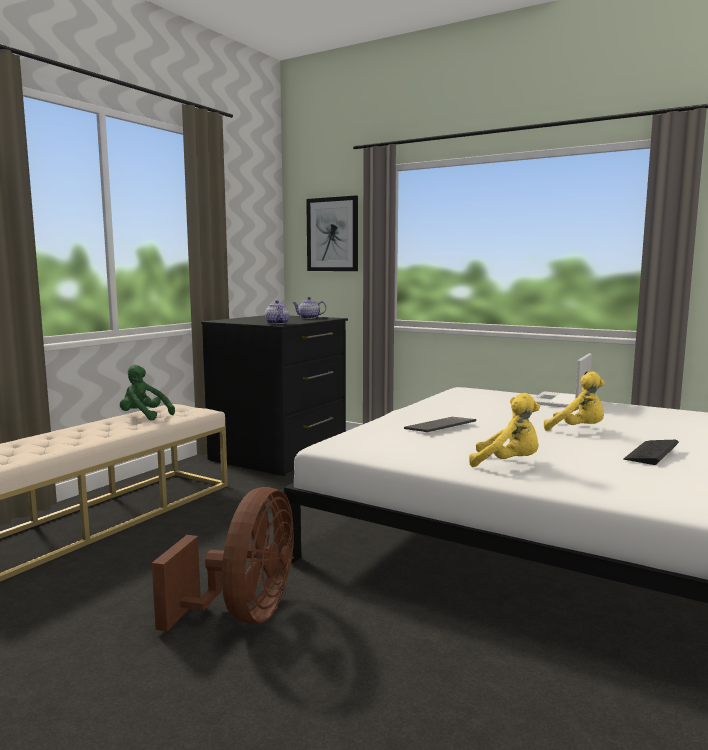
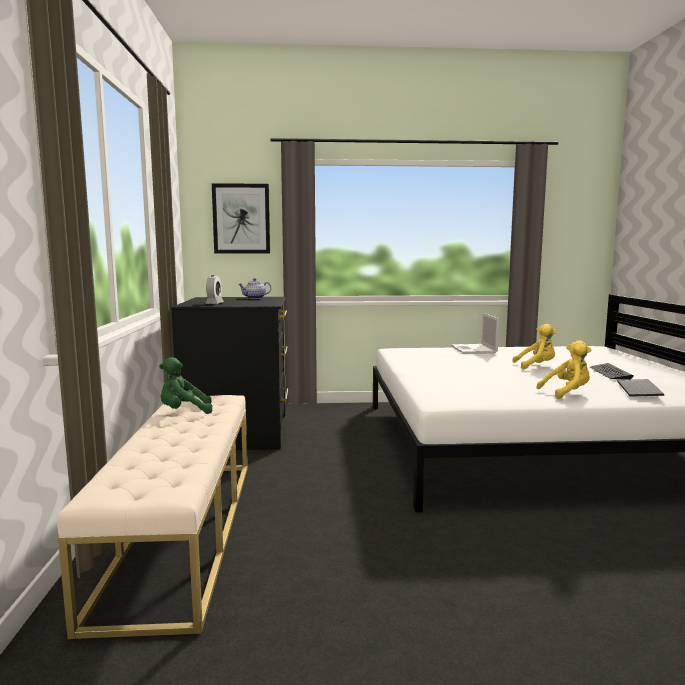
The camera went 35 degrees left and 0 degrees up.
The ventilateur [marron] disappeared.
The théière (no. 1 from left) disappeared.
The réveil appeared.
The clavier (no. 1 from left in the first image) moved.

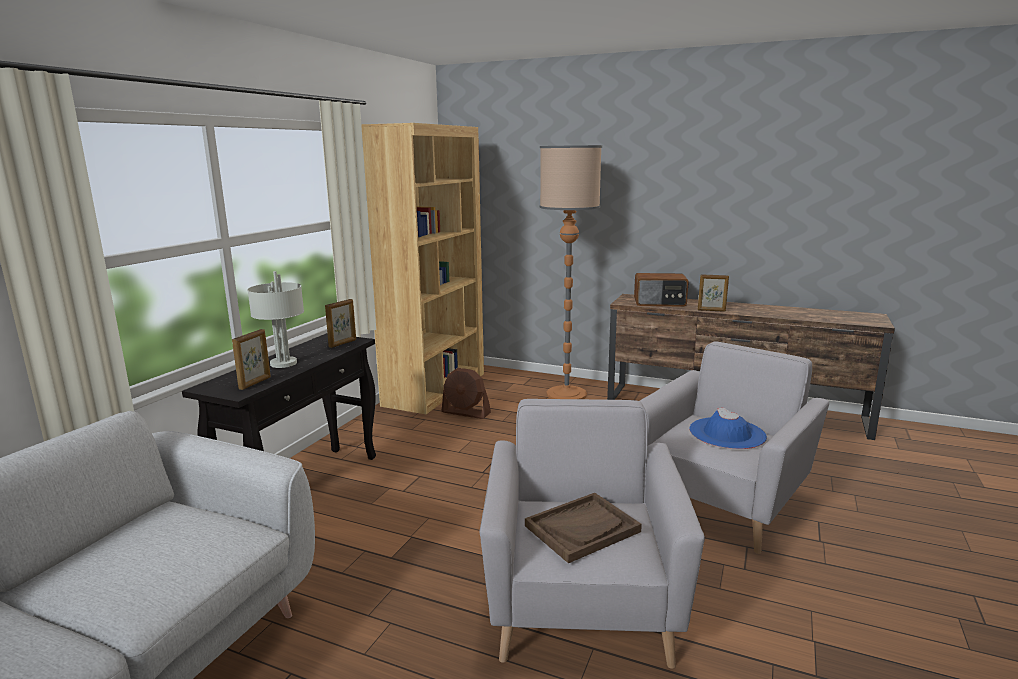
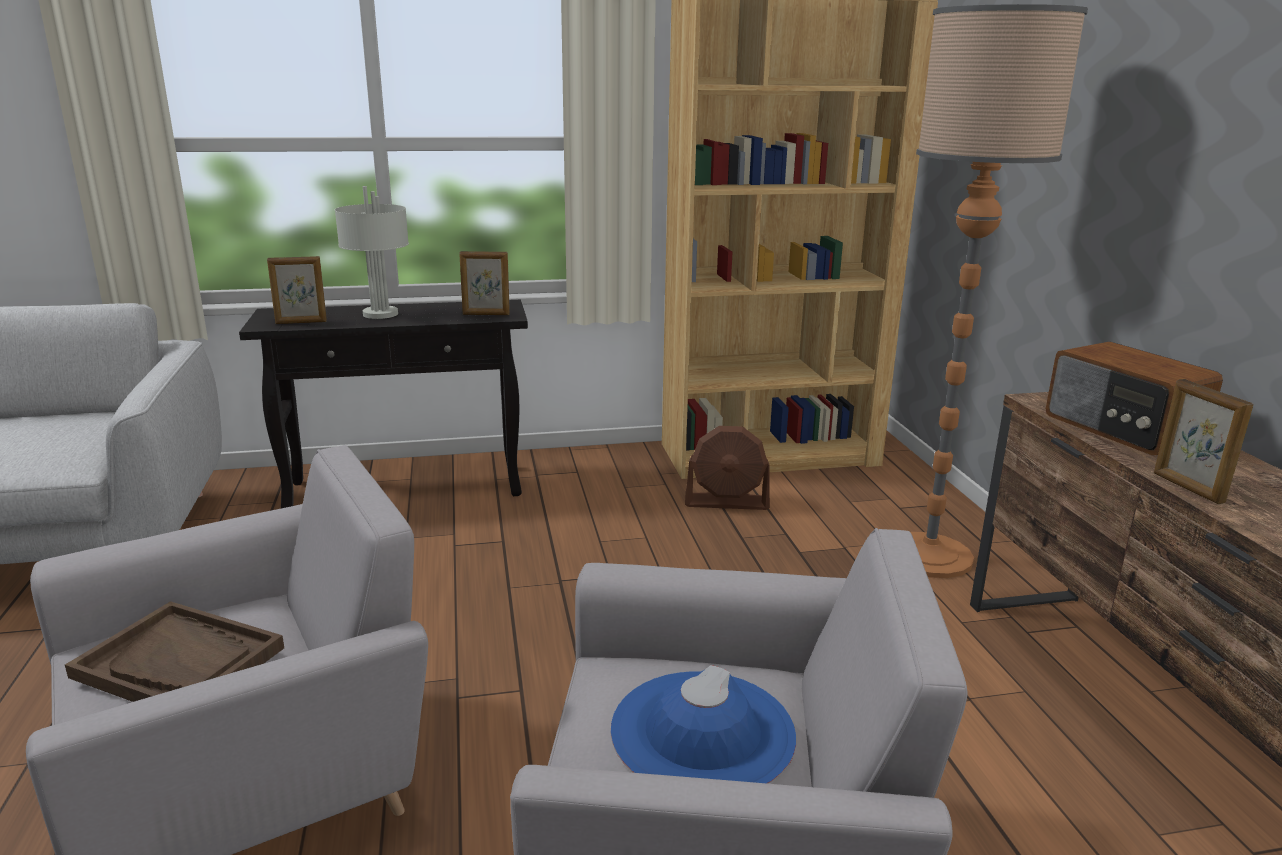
The camera went 55 degrees right and 5 degrees up.
The ventilateur [marron] turned 75 degrees counterclockwise.

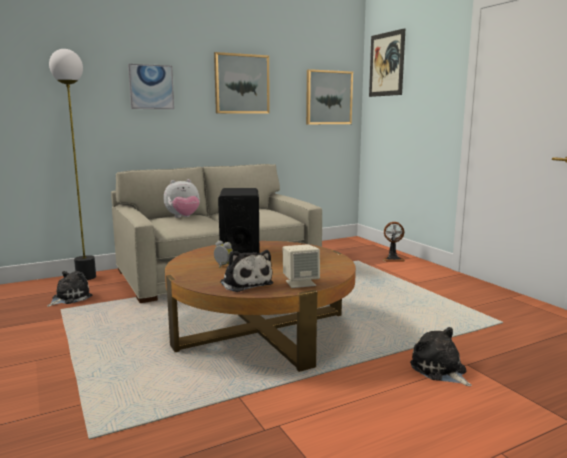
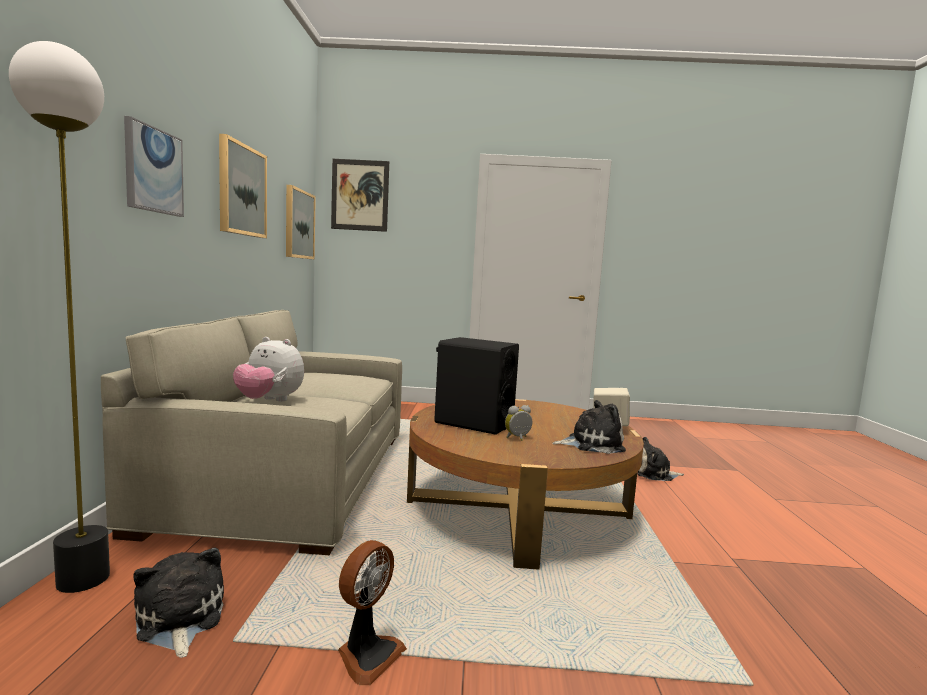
The camera went 60 degrees left and 5 degrees down.
The ventilateur moved.
The peluche (no. 2 from left) turned 105 degrees clockwise.

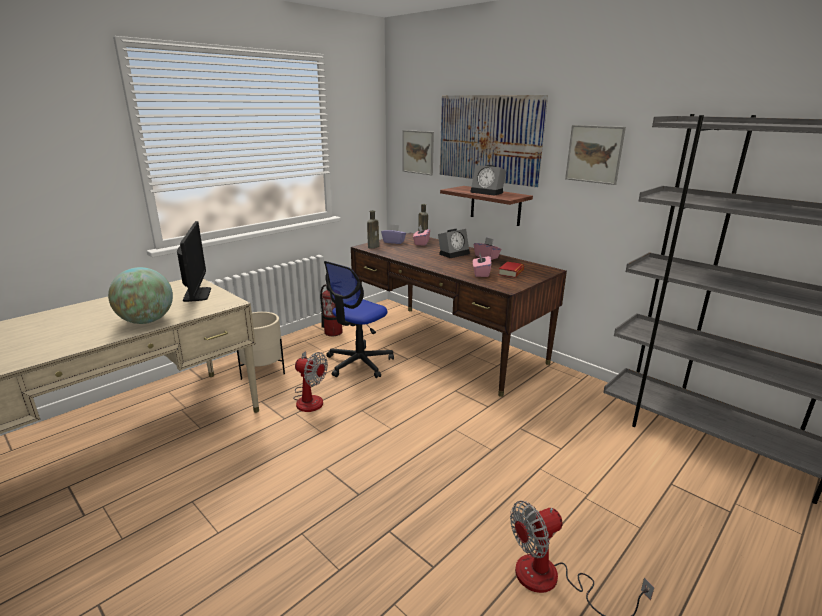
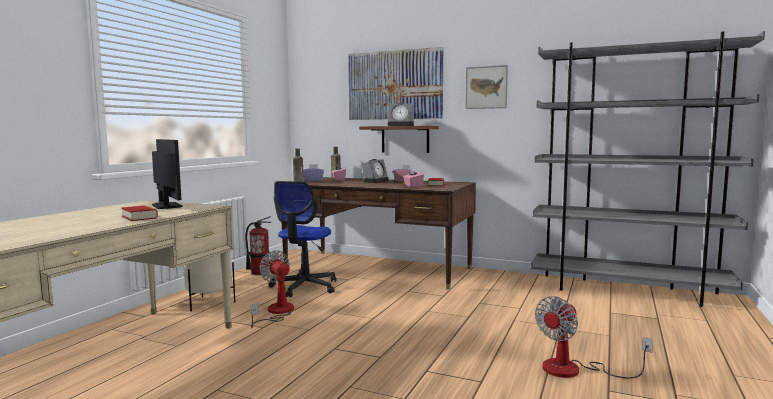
The camera went 20 degrees left and 15 degrees down.
The tableau (no. 1 from left) disappeared.
The globe was replaced by the livre (no. 1 from left).
The ventilateur (no. 1 from left) turned 135 degrees counterclockwise.

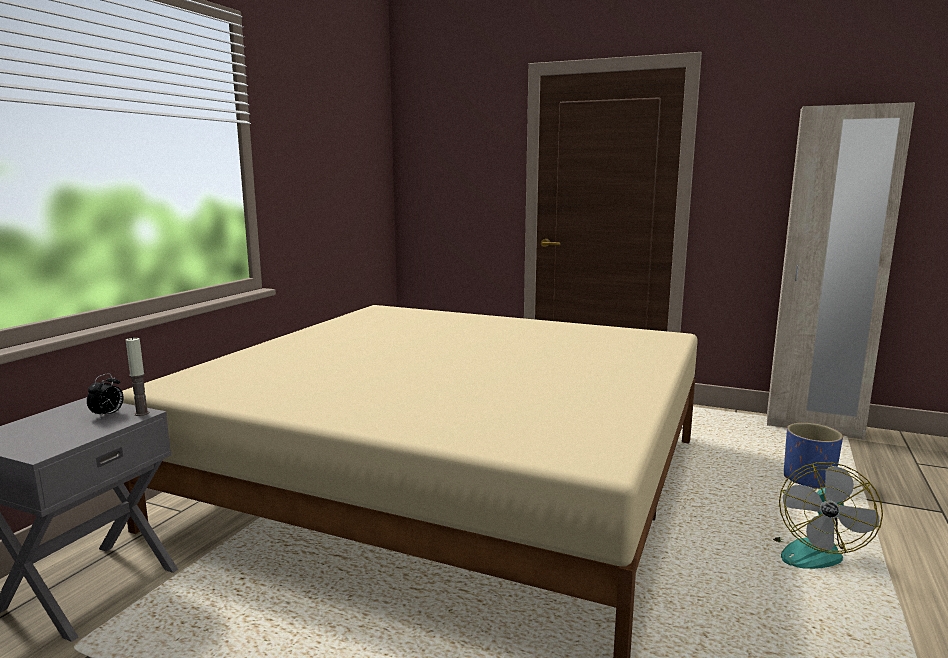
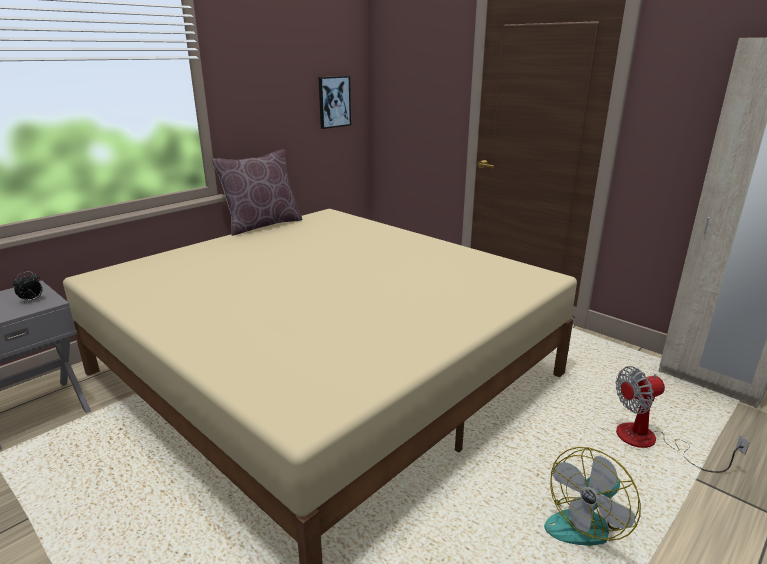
The camera went 20 degrees right and 10 degrees up.
The bougie disappeared.
The coussin [marron] appeared.
The tableau appeared.
The cache-pot [bleu] was replaced by the ventilateur (no. 2 from left).

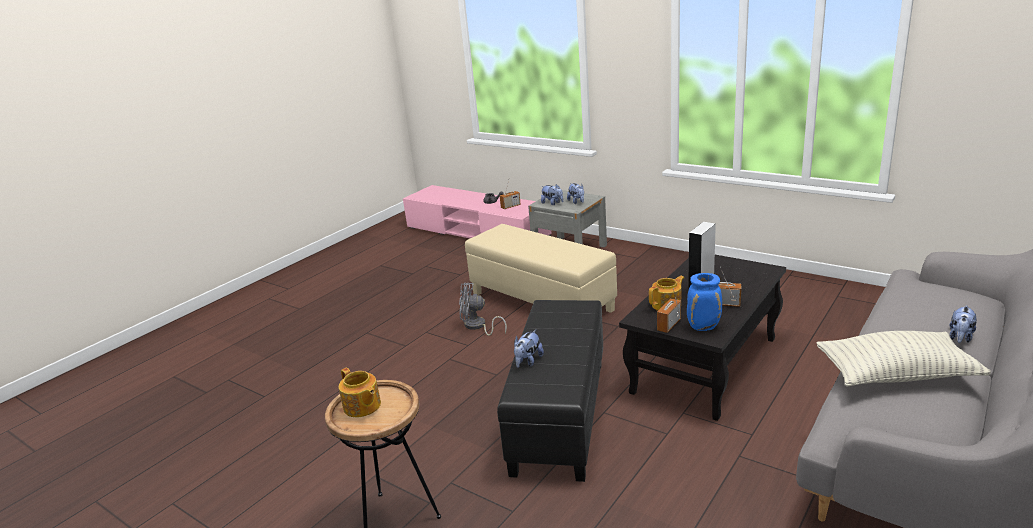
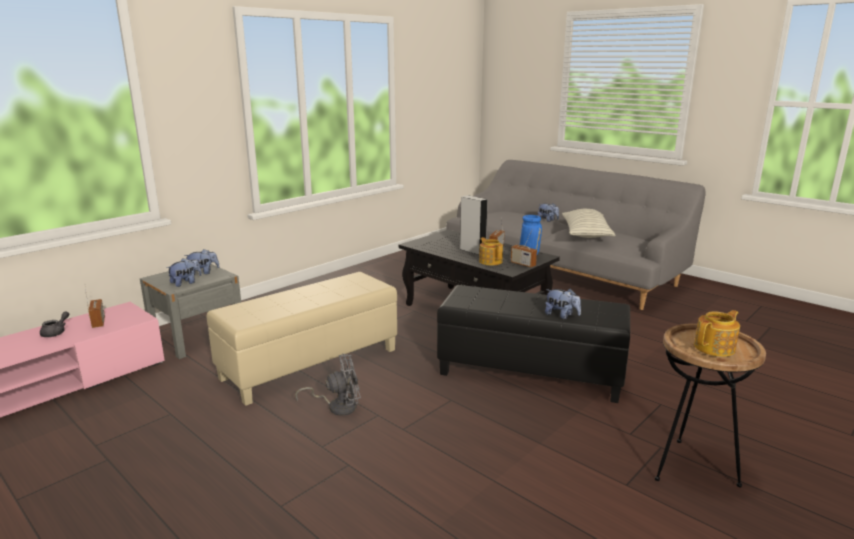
The camera went 85 degrees left and 5 degrees down.
The ventilateur [gris] turned 120 degrees counterclockwise.

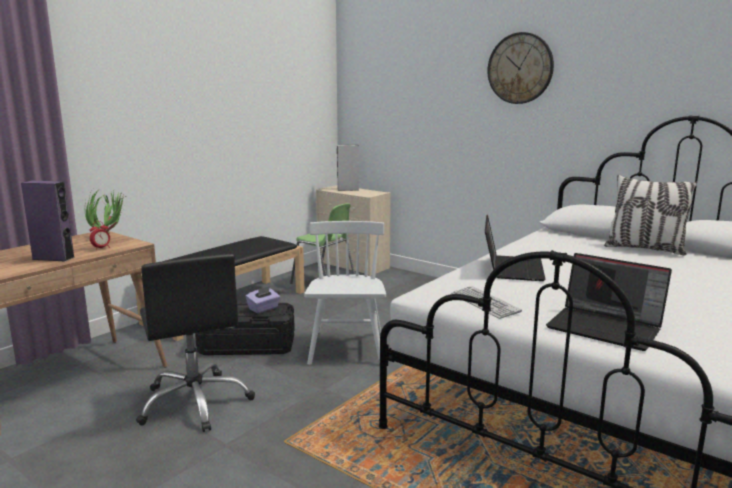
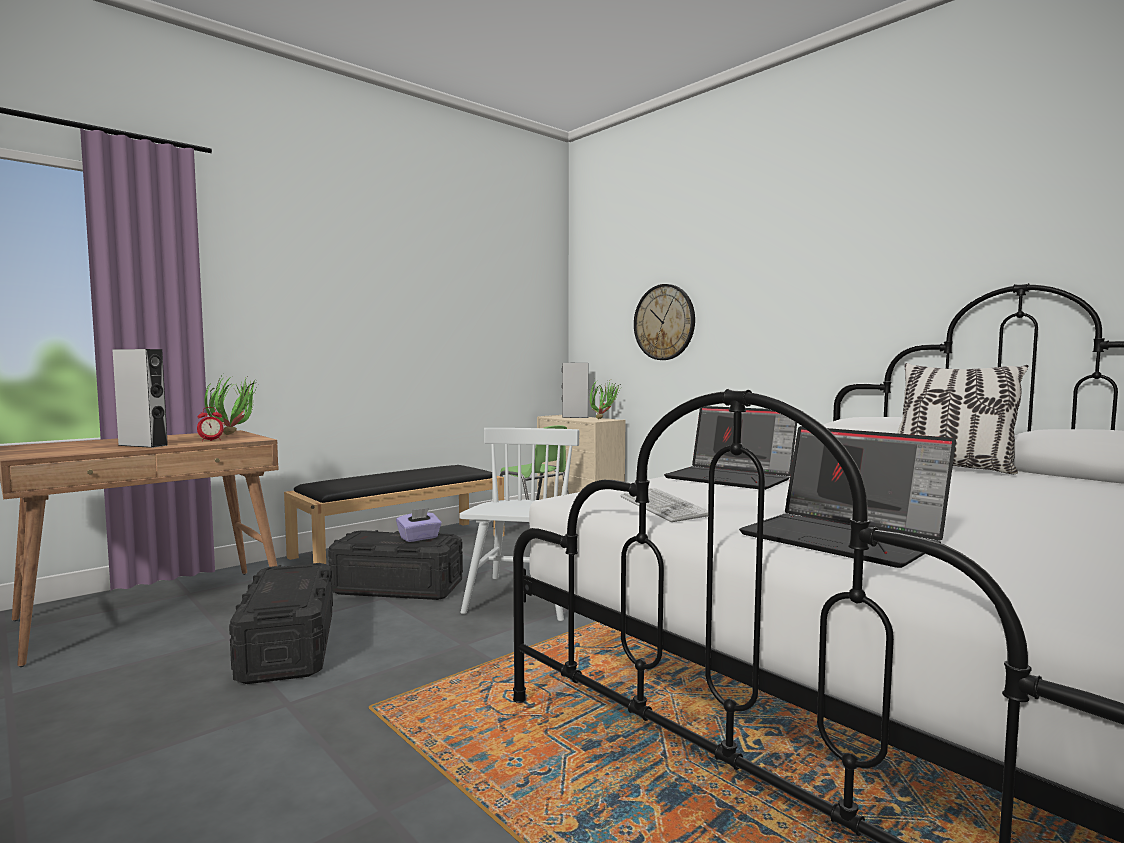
The camera went 10 degrees right and 10 degrees down.
The plante en pot (no. 2 from left) appeared.
The horloge murale moved.
The chaise de bureau [noir] was replaced by the boîte de rangement [noir] (no. 1 from left).
The enceinte [violet] became the enceinte [gris] (no. 1 from left).
The ordinateur portable (no. 1 from left) turned 105 degrees clockwise.

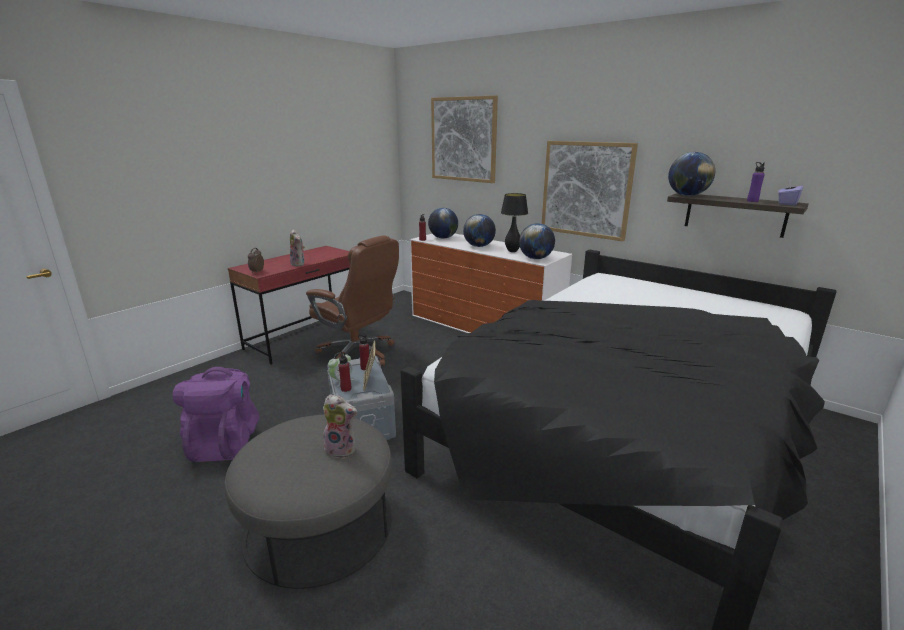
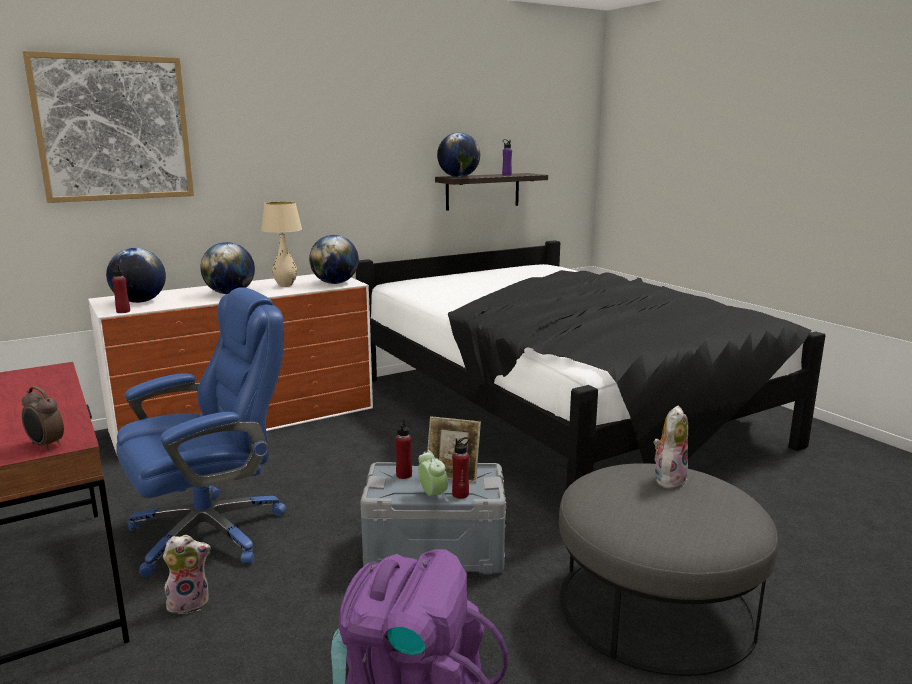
The camera went 70 degrees left and 5 degrees down.
The tableau (no. 2 from left) disappeared.
The boîte à mouchoirs [violet] disappeared.
The peluche (no. 1 from left) moved.
The chaise de bureau [marron] became the chaise de bureau [bleu].
The lampe de table [noir] became the lampe de table [beige].

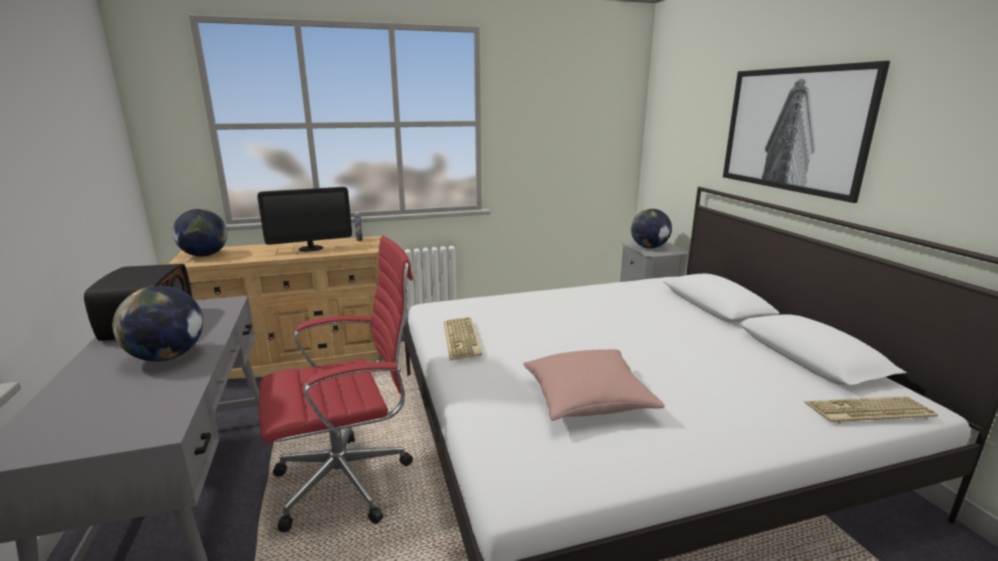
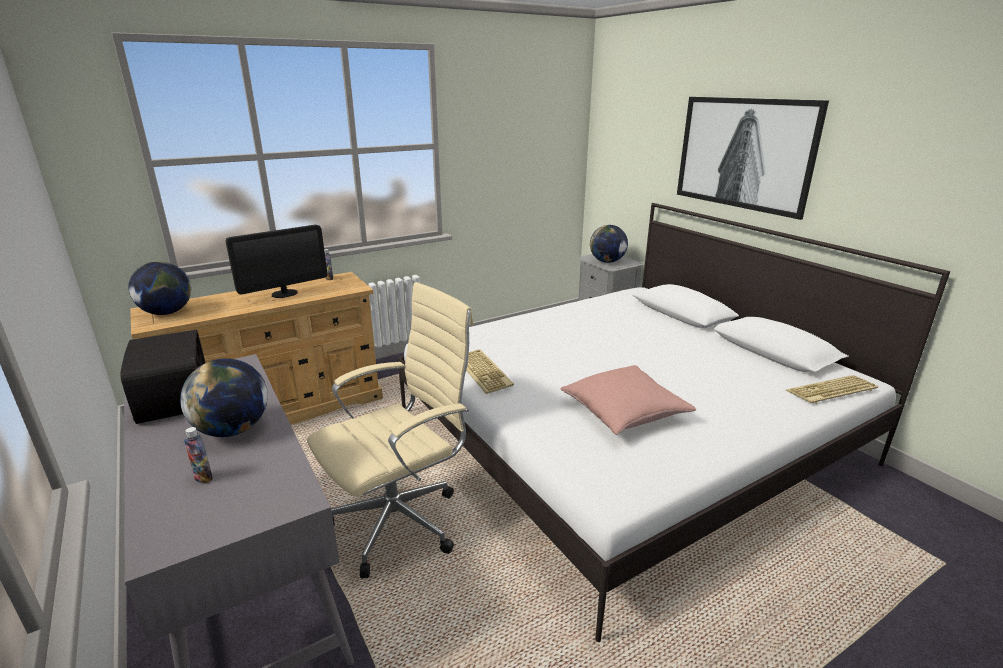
The camera went 15 degrees left and 5 degrees up.
The bouteille (no. 1 from left) appeared.
The chaise de bureau [rouge] became the chaise de bureau [beige].

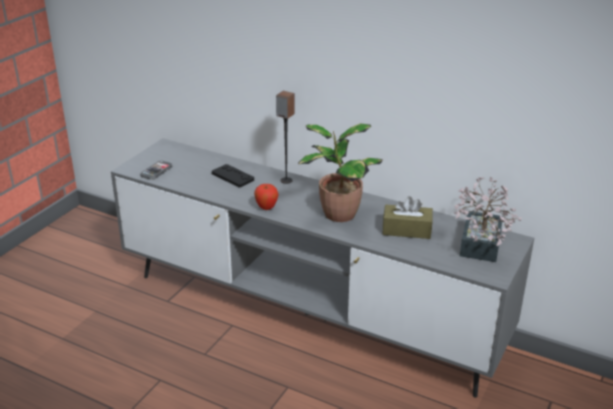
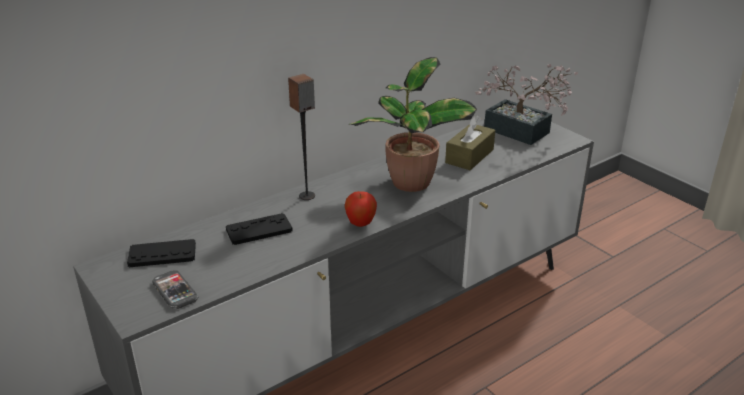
The camera went 65 degrees left and 0 degrees up.
The manette [noir] (no. 1 from left) appeared.

